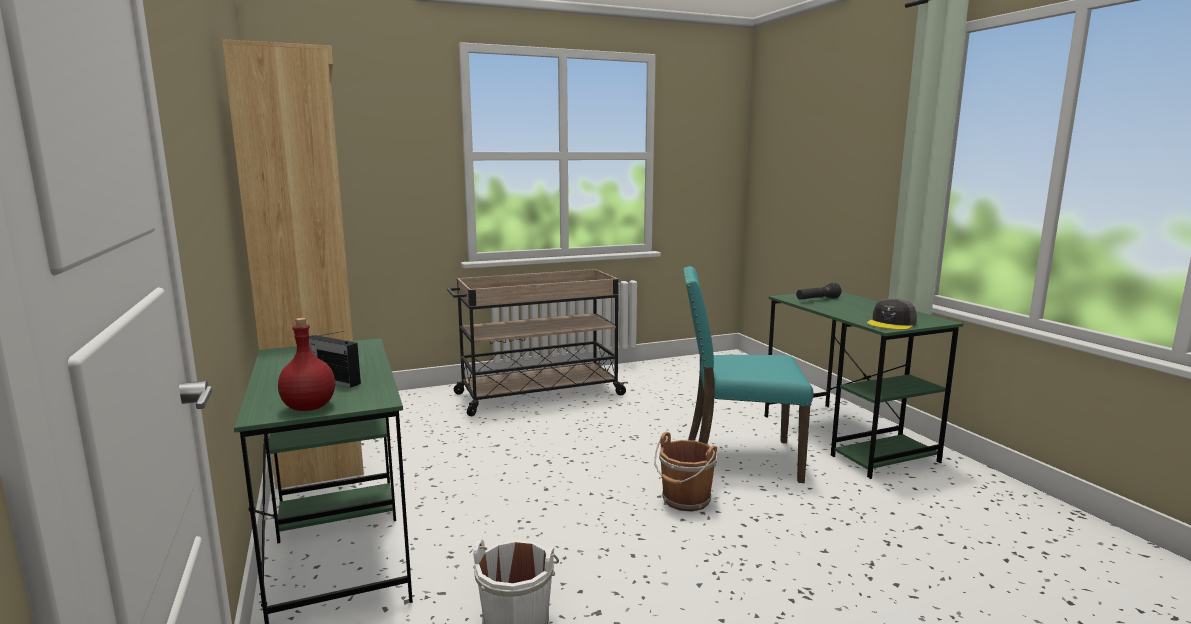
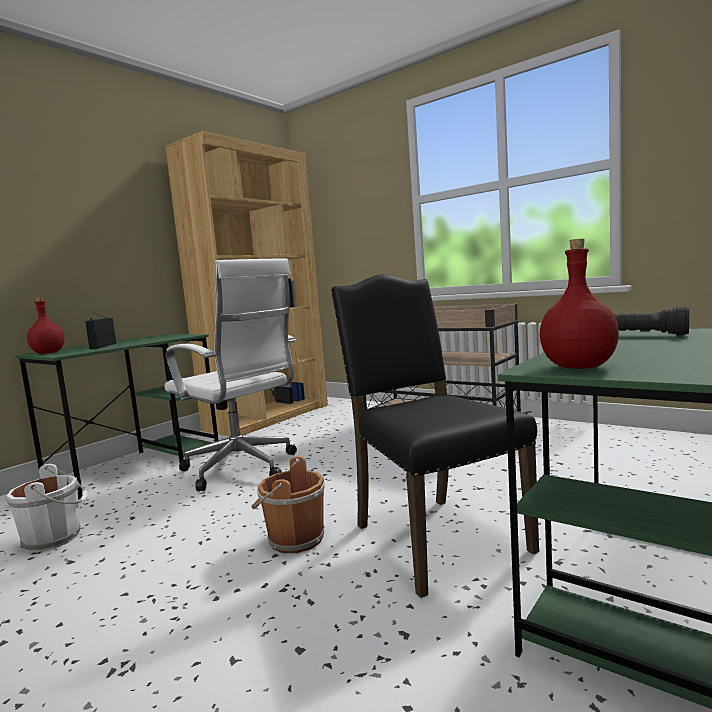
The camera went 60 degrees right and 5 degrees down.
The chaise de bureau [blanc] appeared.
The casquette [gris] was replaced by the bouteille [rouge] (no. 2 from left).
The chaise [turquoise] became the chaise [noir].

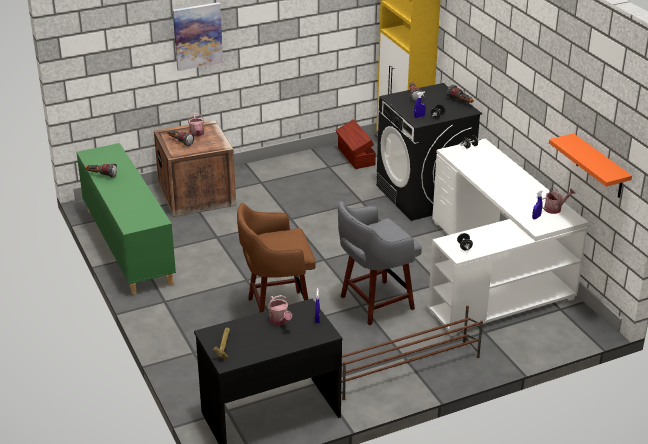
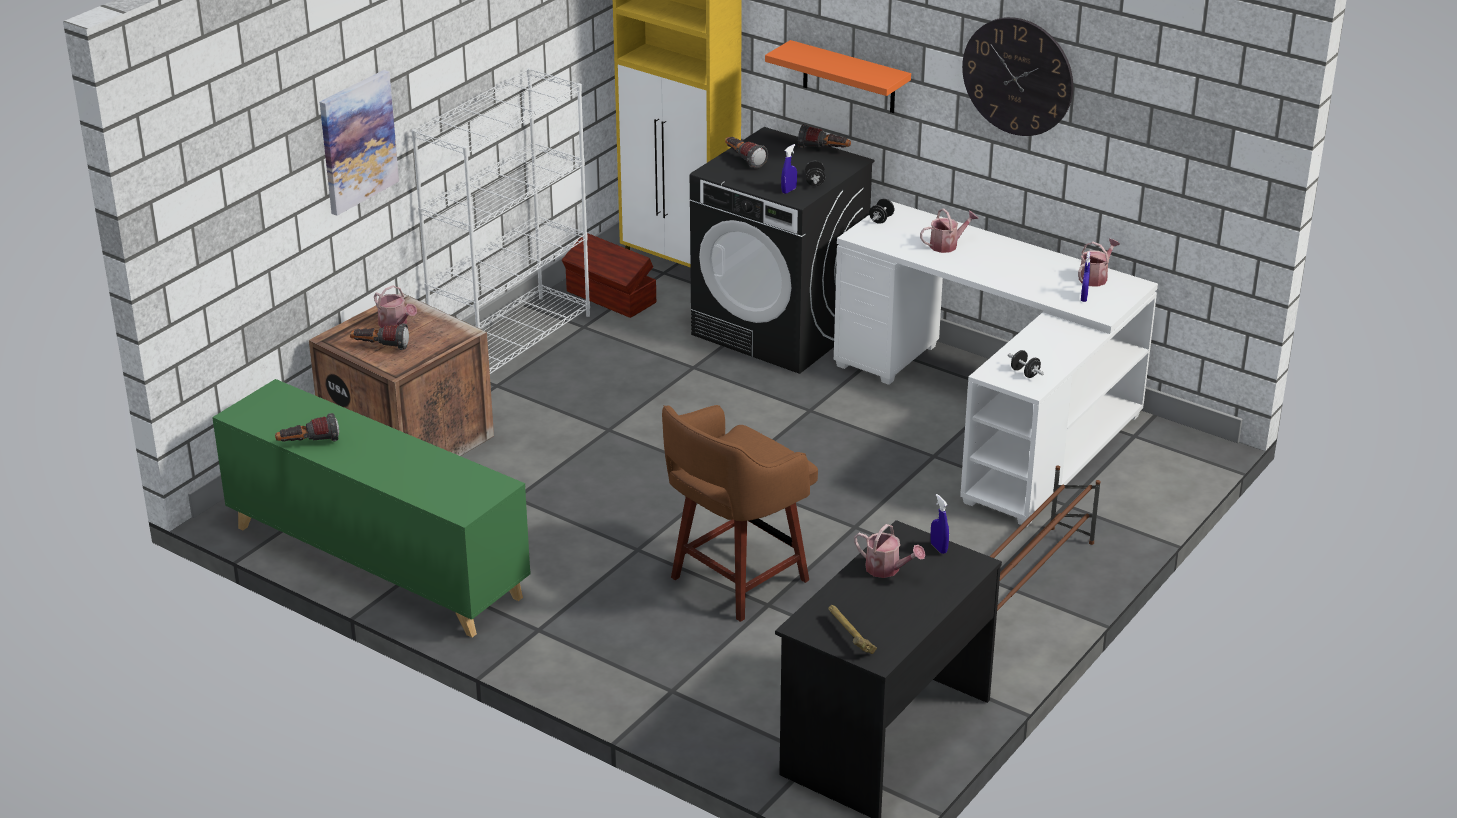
The camera went 30 degrees left and 0 degrees up.
The tabouret [gris] disappeared.
The bibliothèque [blanc] appeared.
The arrosoir (no. 3 from left) appeared.
The horloge murale appeared.
The étagère [orange] moved.

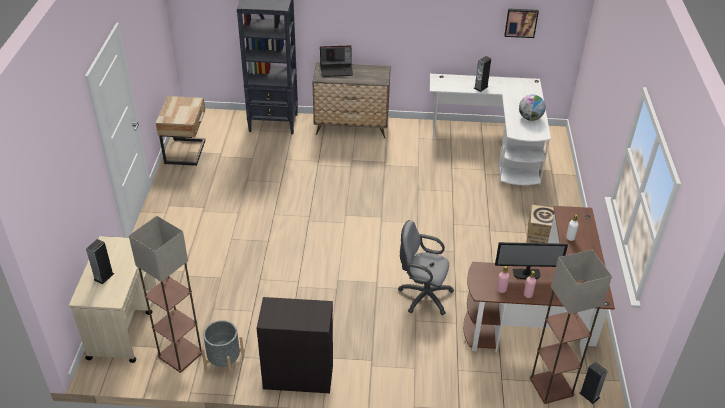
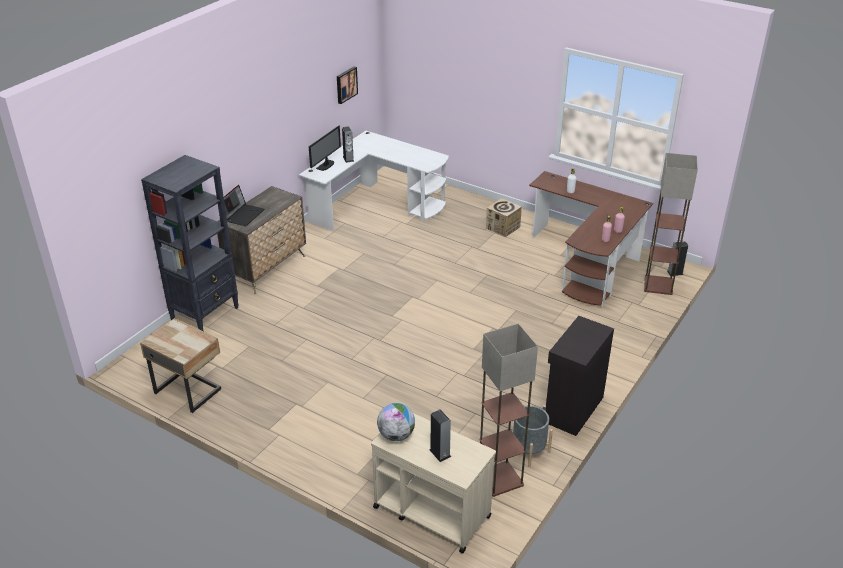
The camera went 60 degrees left and 5 degrees down.
The chaise de bureau [gris] disappeared.
The écran d'ordinateur moved.
The globe moved.

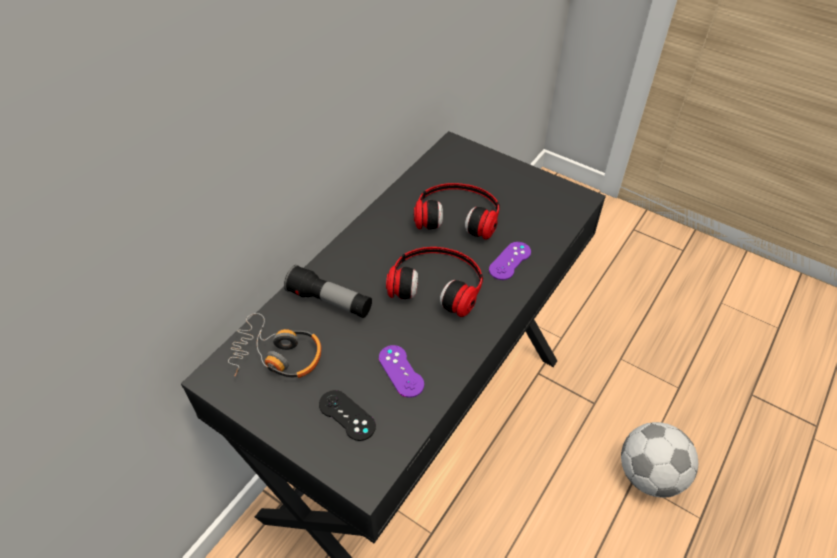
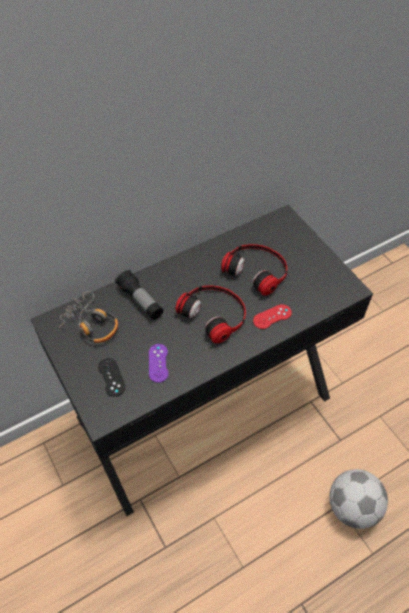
The camera went 25 degrees right and 5 degrees up.
The manette [violet] (no. 2 from left) became the manette [rouge].

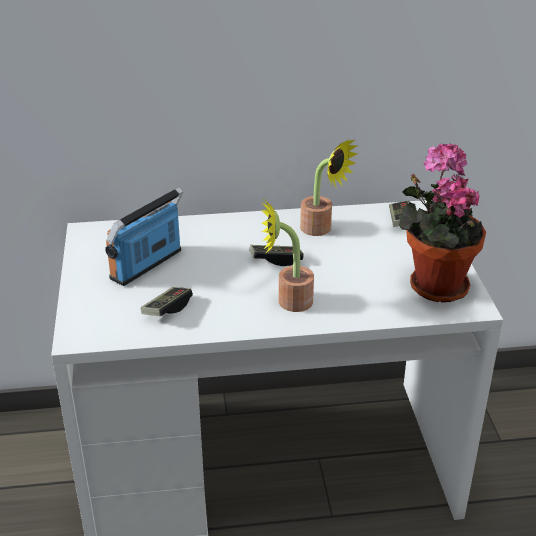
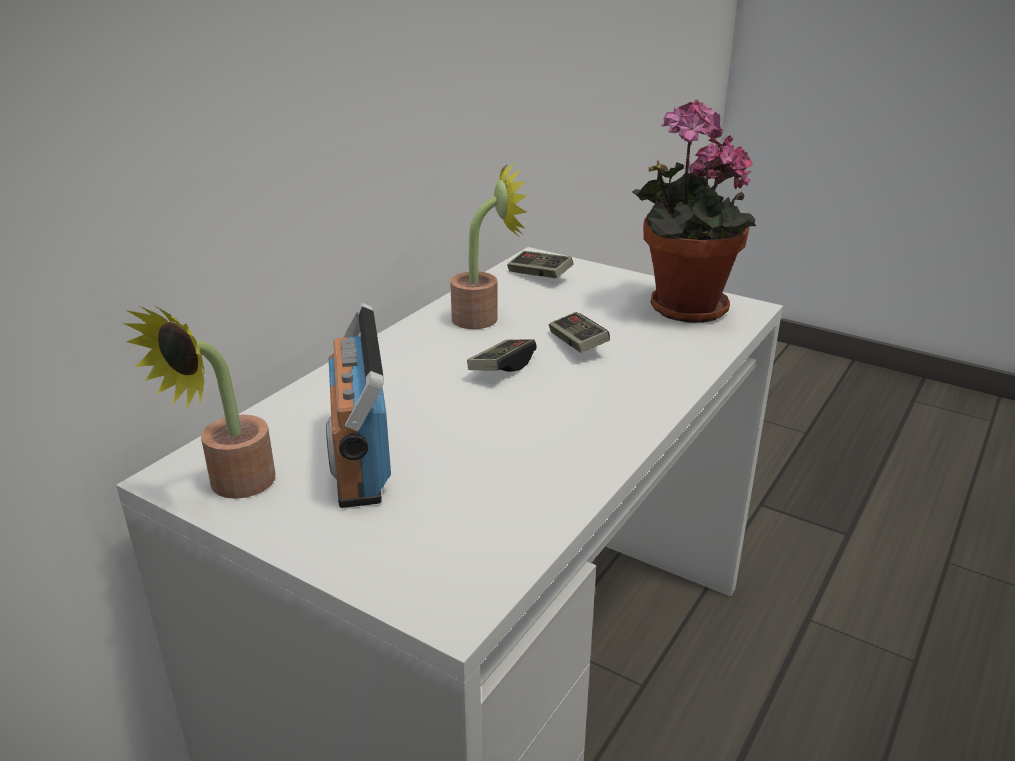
The camera went 50 degrees left and 5 degrees down.
The manette (no. 1 from left in the first image) moved.
The plante en pot (no. 1 from left) moved.

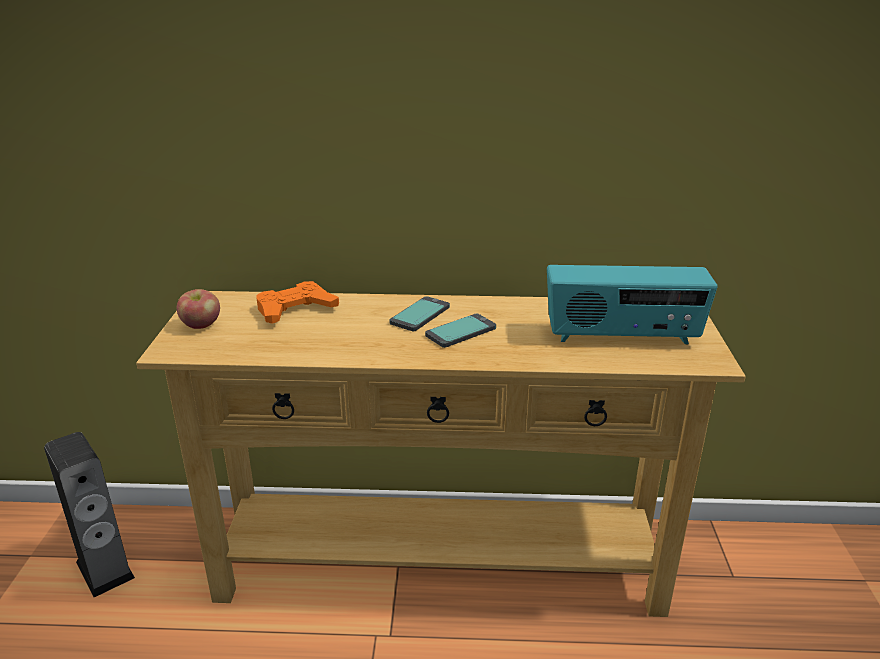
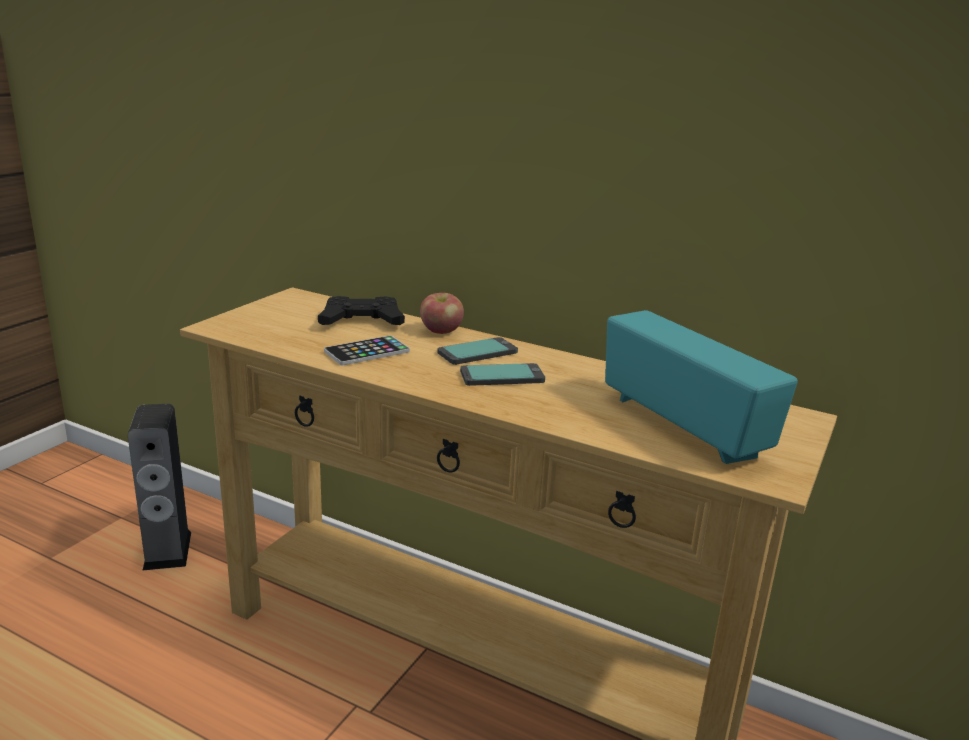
The camera went 25 degrees right and 5 degrees down.
The téléphone (no. 1 from left) appeared.
The pomme moved.
The manette [orange] became the manette [noir].
The radio turned 150 degrees counterclockwise.

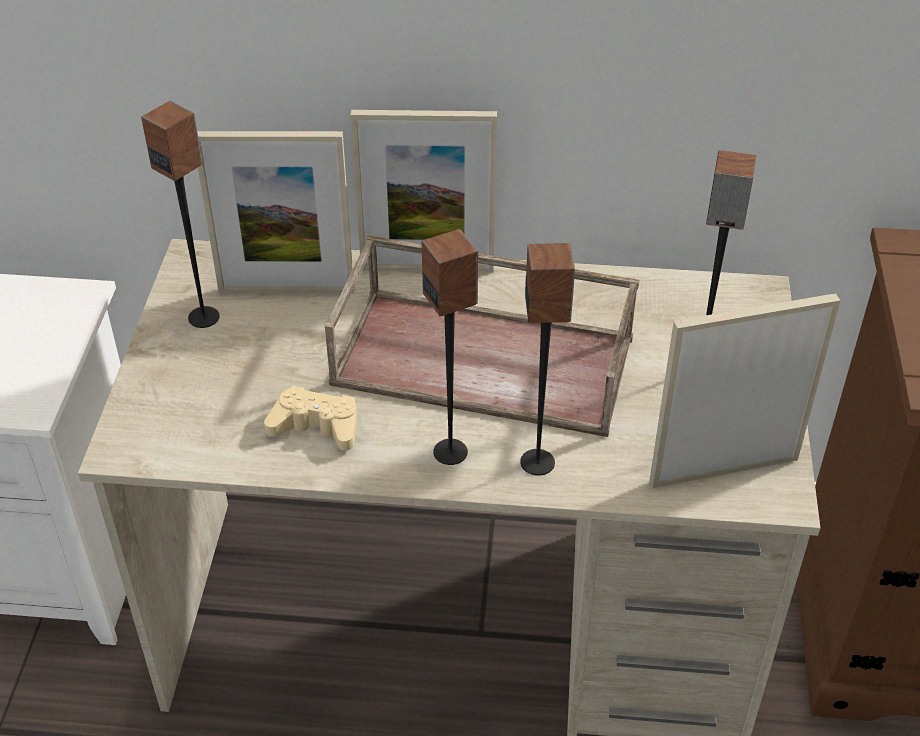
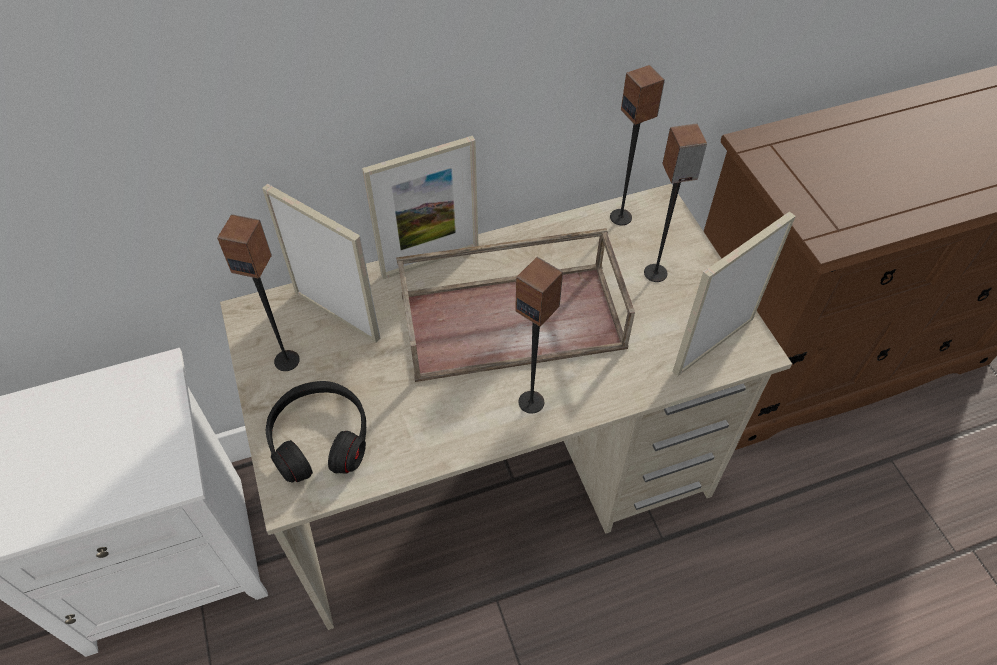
The camera went 25 degrees left and 10 degrees up.
The manette [beige] disappeared.
The casque audio [noir] appeared.
The enceinte (no. 3 from left) moved.
The cadre photo (no. 1 from left) turned 120 degrees counterclockwise.

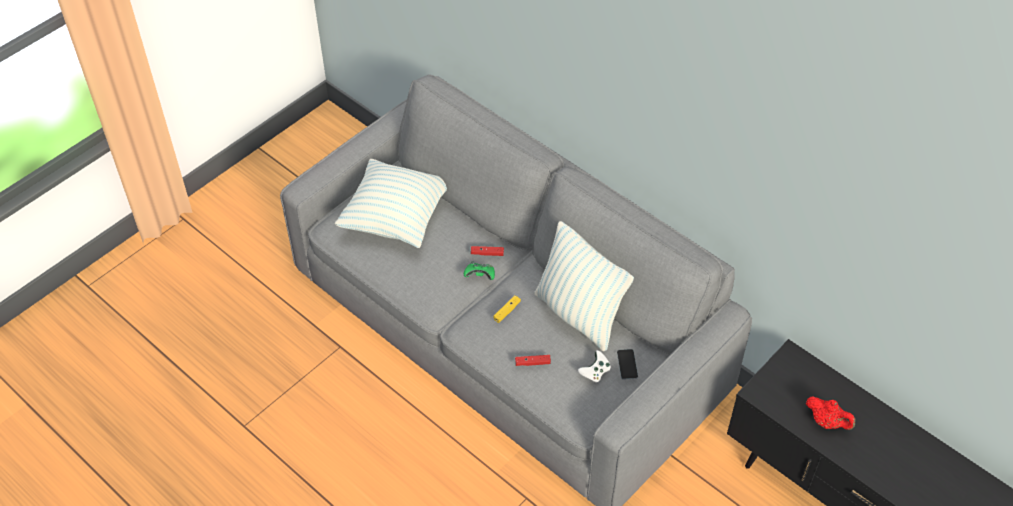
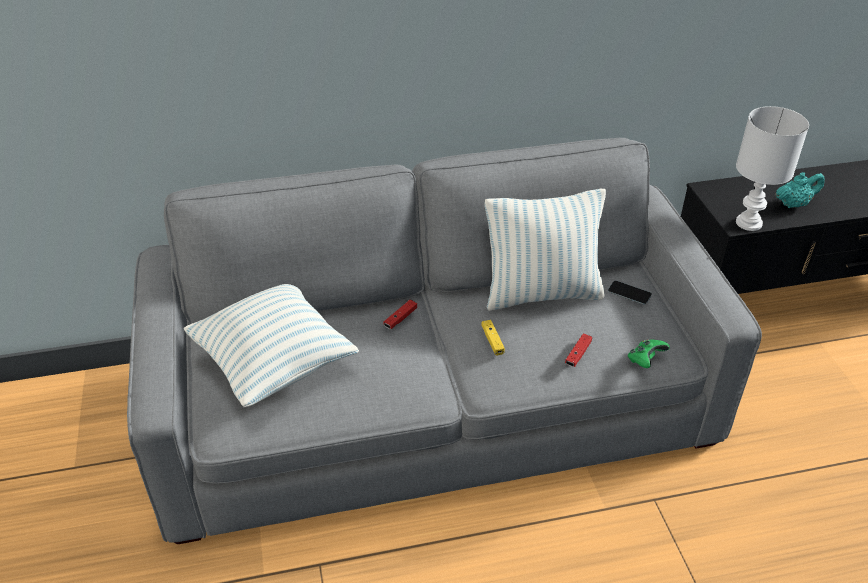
The camera went 55 degrees left and 10 degrees down.
The manette [blanc] disappeared.
The lampe de table [blanc] appeared.
The manette [vert] moved.
The théière [rouge] became the théière [turquoise].

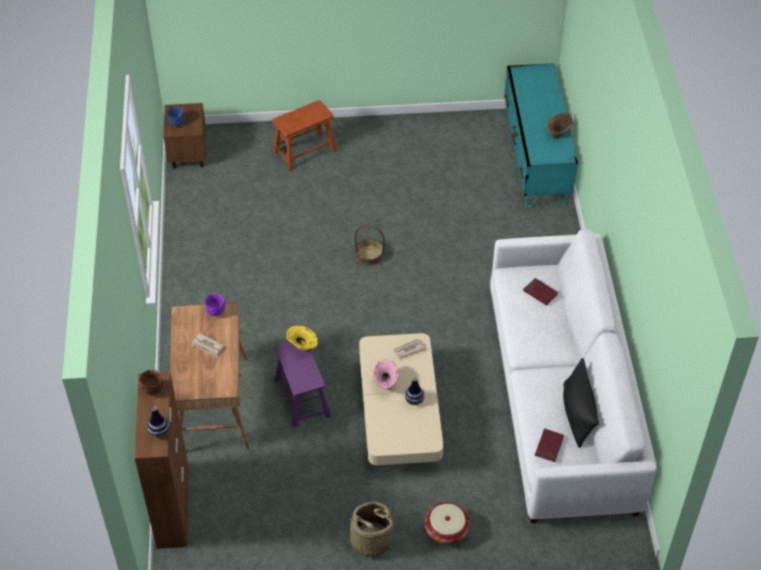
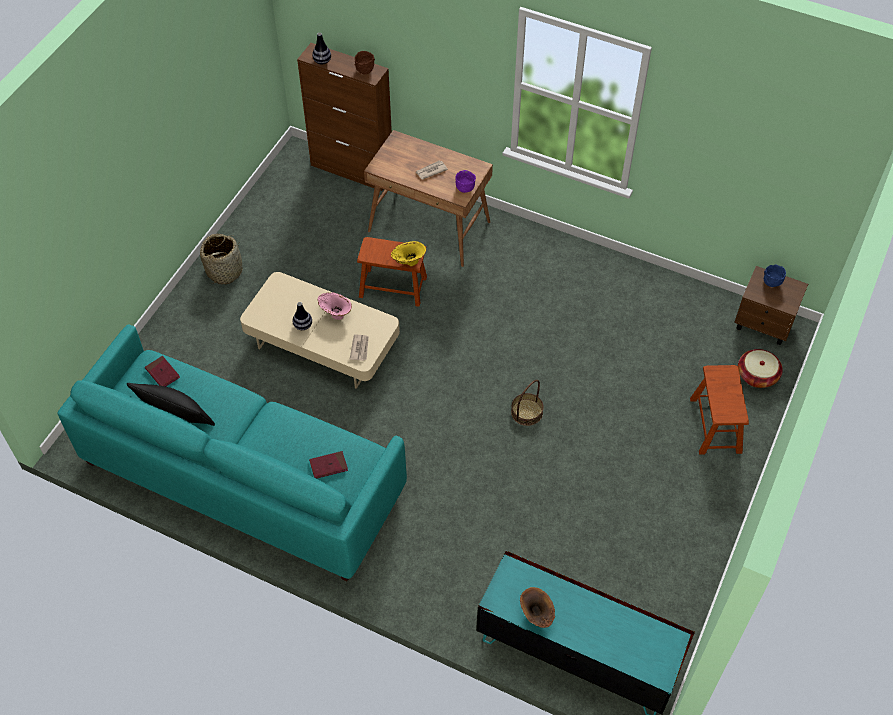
The camera went 120 degrees right and 5 degrees up.
The panier (no. 3 from left) moved.
The tabouret [violet] became the tabouret [marron] (no. 1 from left).
The canapé [blanc] became the canapé [turquoise].

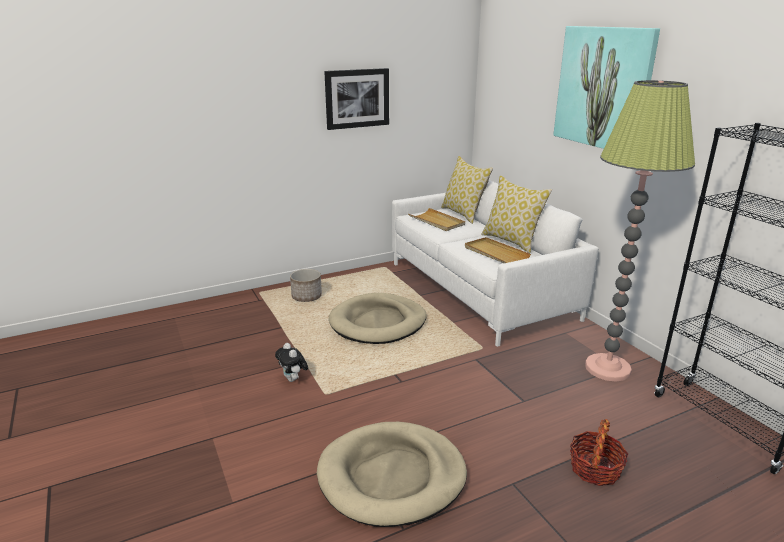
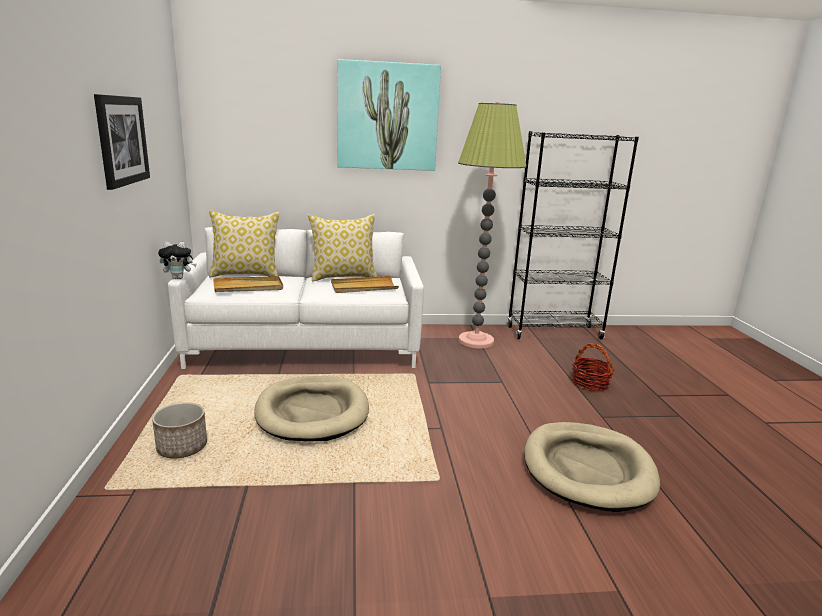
The camera went 70 degrees left and 5 degrees down.
The peluche moved.

